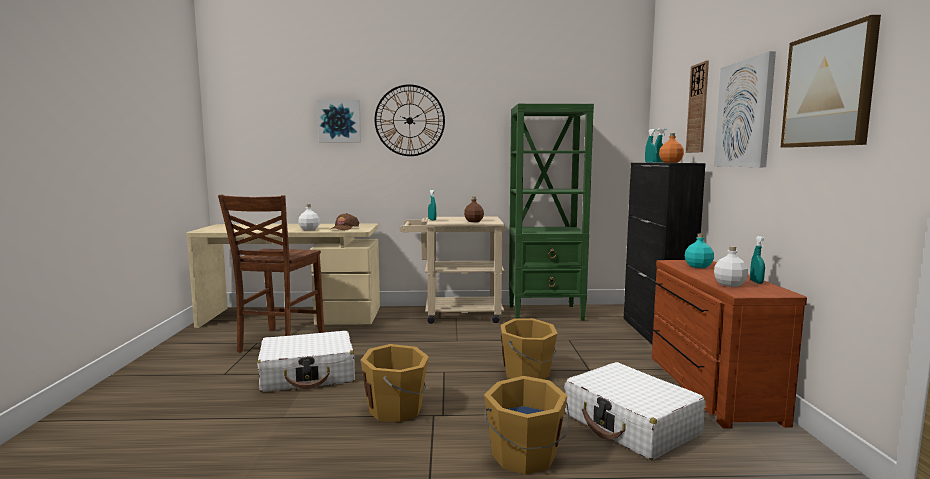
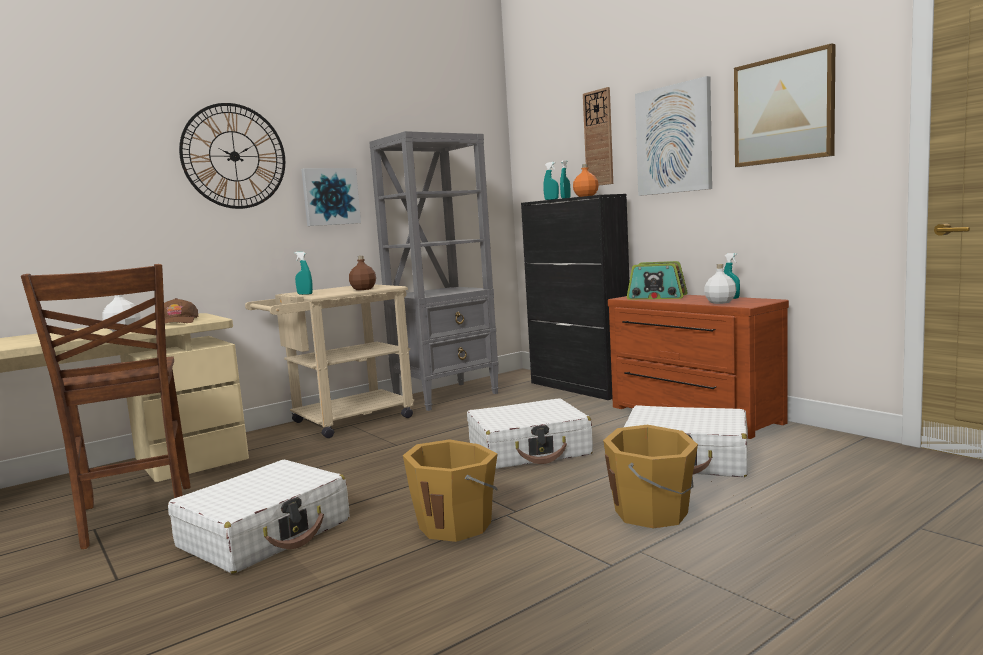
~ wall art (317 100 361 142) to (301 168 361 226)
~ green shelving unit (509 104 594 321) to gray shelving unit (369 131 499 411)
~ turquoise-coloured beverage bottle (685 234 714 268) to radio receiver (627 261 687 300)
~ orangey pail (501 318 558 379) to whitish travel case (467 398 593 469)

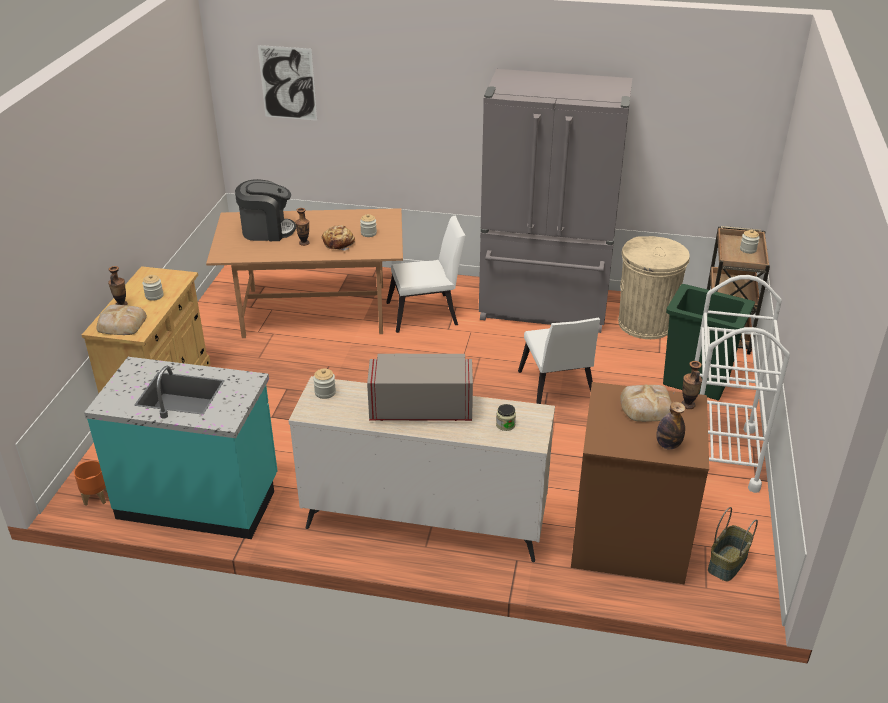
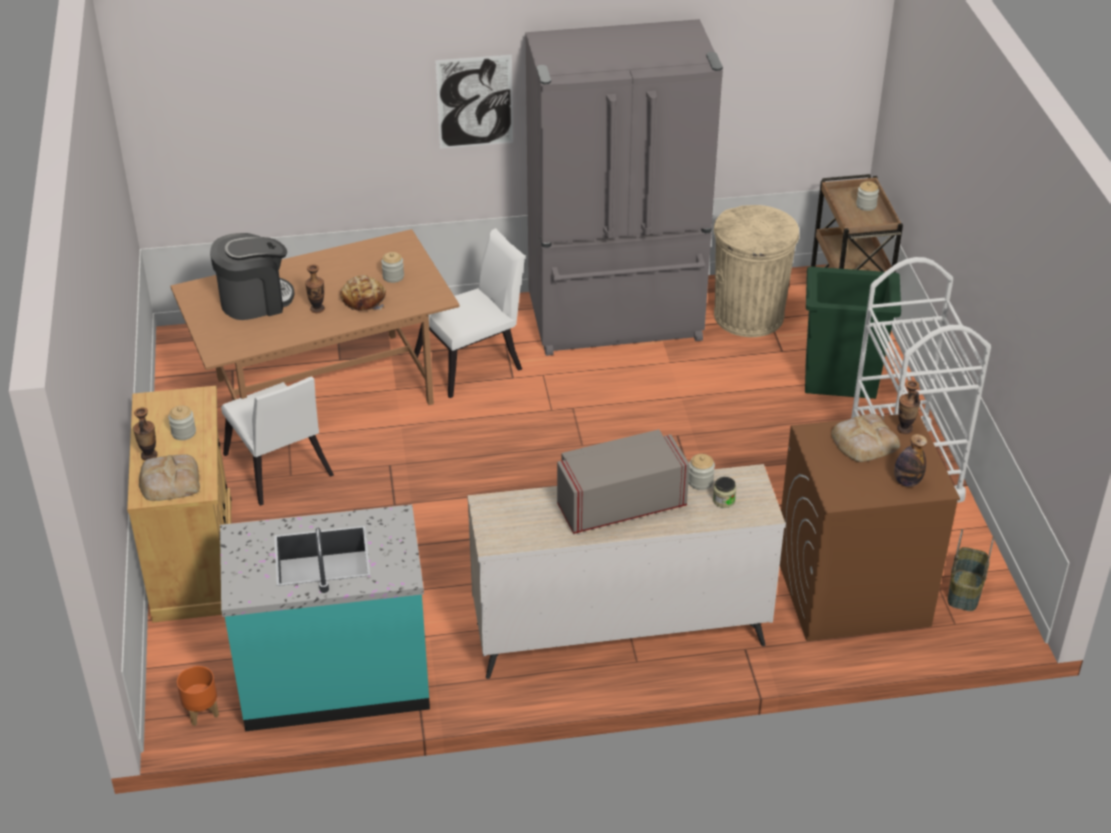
~ wall art (258 45 317 121) to (435 54 513 149)
~ whitish plain chair (518 318 600 404) to (221 377 334 506)
~ storage jar (313 369 336 399) to (688 454 715 490)

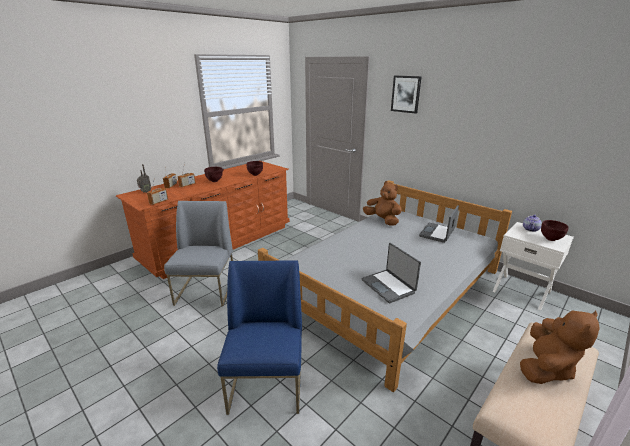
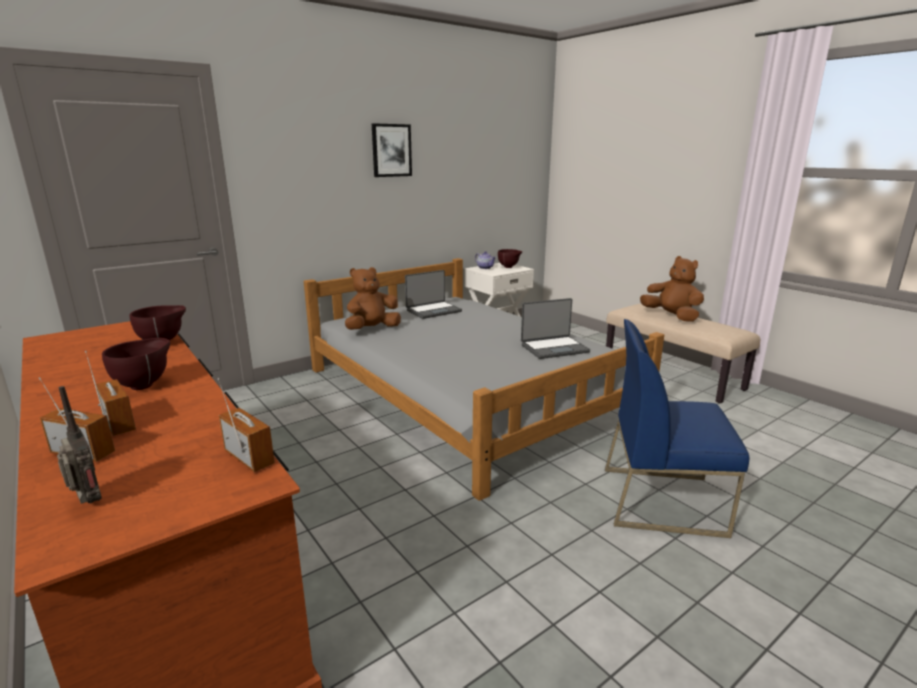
~ wall art (391 76 422 114) to (372 123 412 177)
- gray plain chair (164 201 233 306)
~ portable computer (419 205 459 243) = (405 270 462 319) 75 degrees counterclockwise

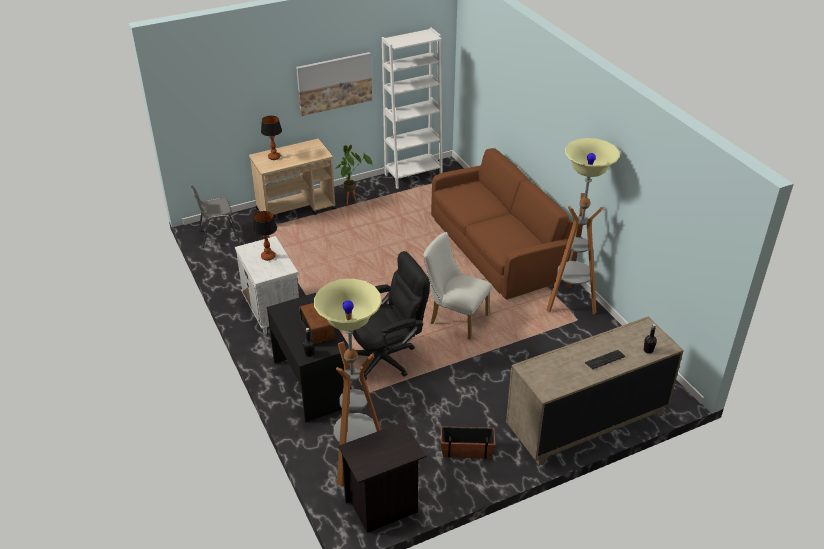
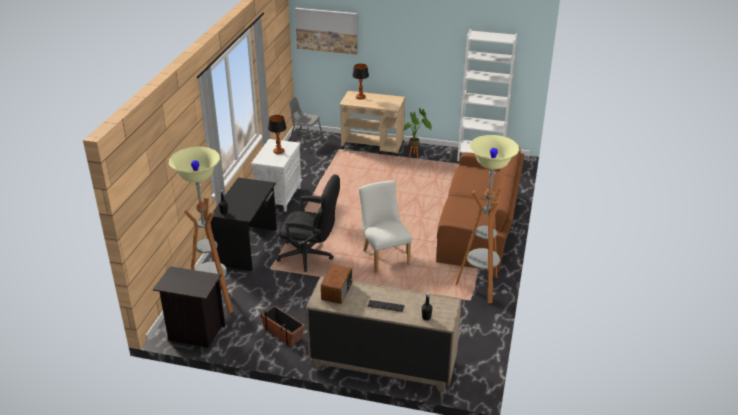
~ wall art (296 52 372 116) to (295 8 357 55)
~ radio receiver (299 303 335 345) to (321 264 353 304)

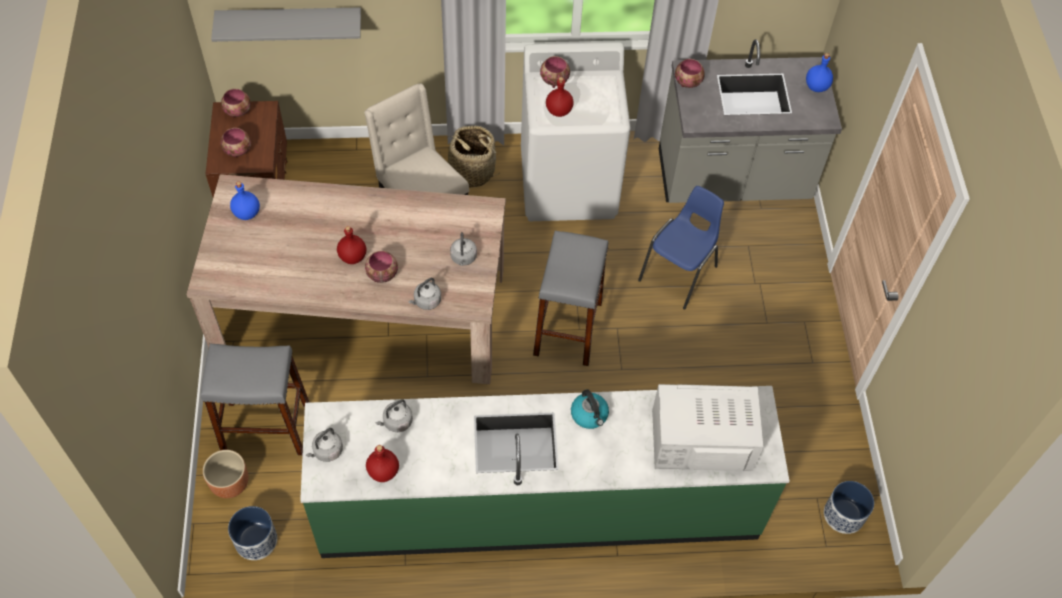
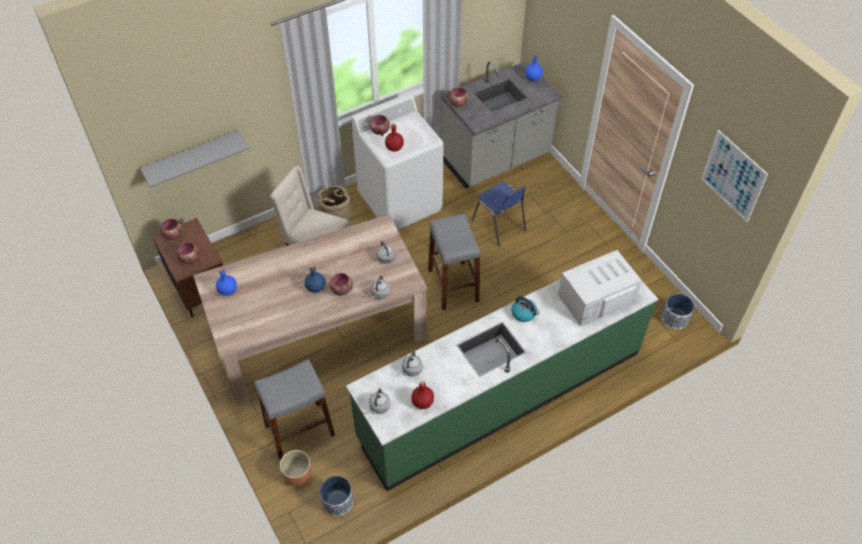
~ blue plain chair (638 186 724 310) = (472 182 526 246) 135 degrees clockwise
~ red-coloured beverage bottle (337 226 366 264) to blue beverage bottle (305 265 325 293)
+ wall art (701 130 768 222)

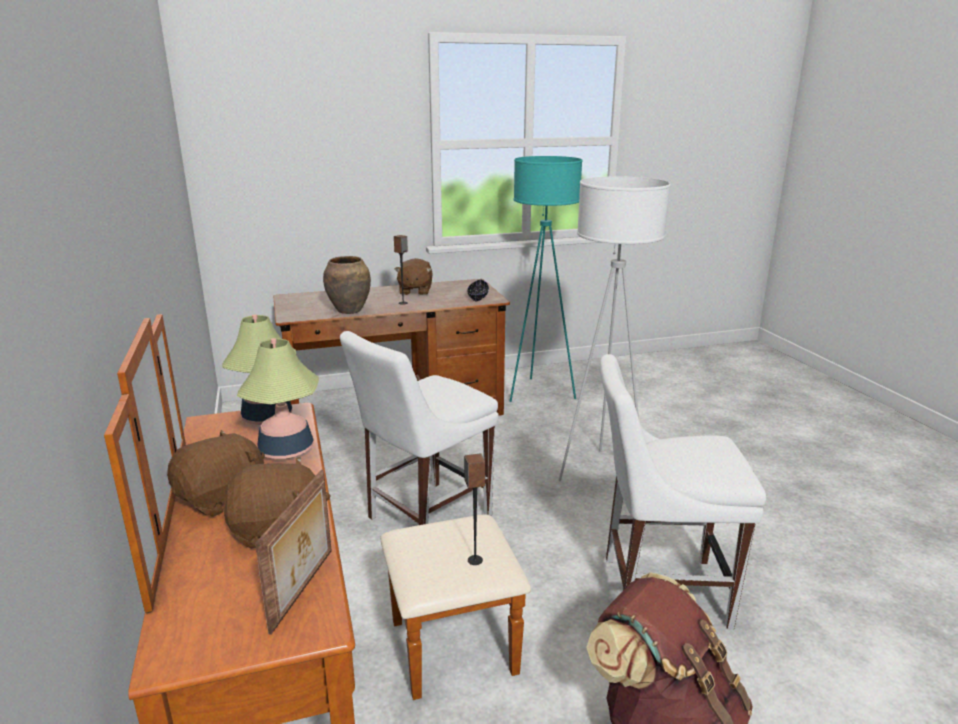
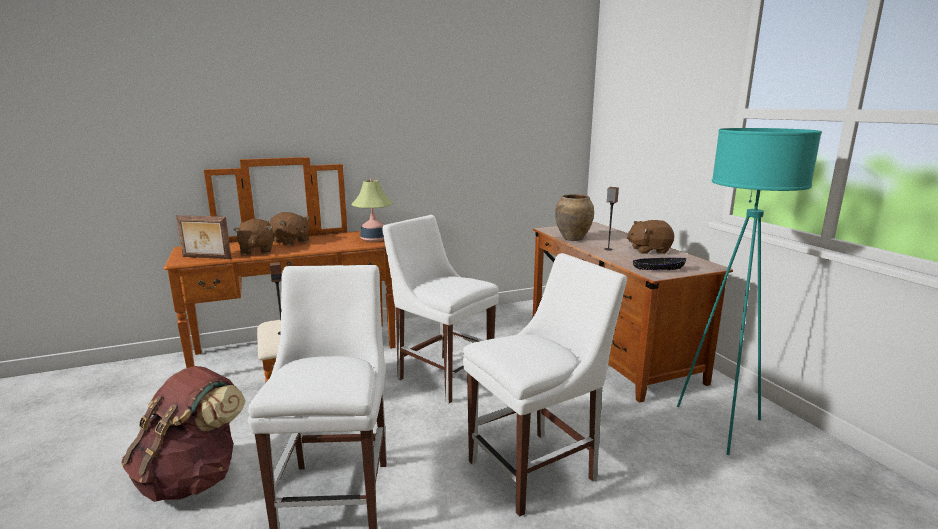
~ whitish floor lamp (558 177 671 481) to whitish plain chair (463 253 627 517)
- lamp for a table (237 338 319 459)

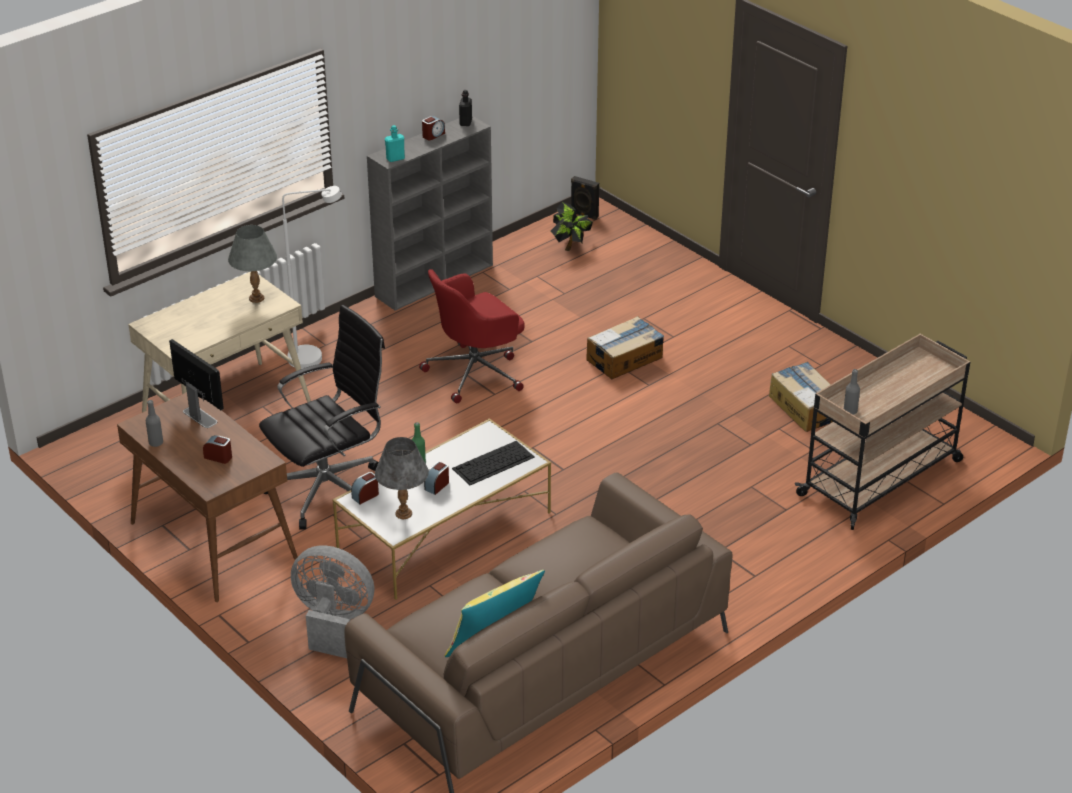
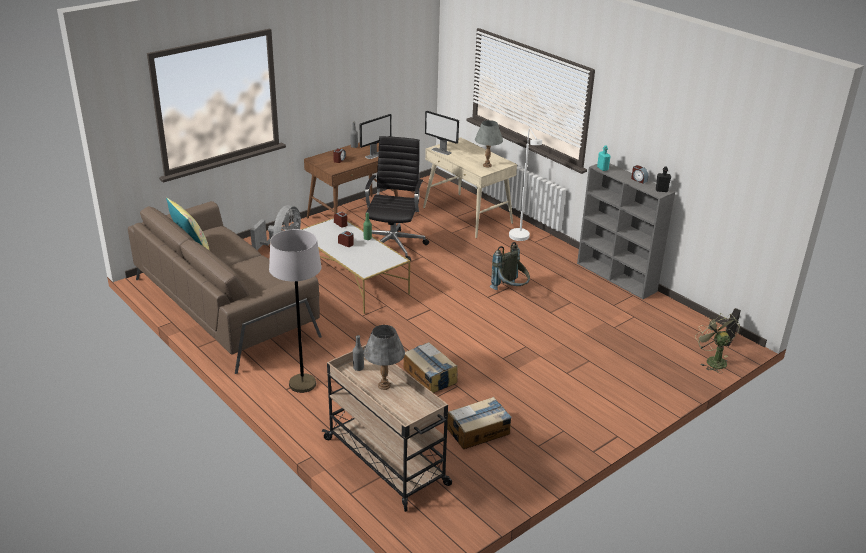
- houseplant (551 202 593 251)
~ red-coloured desk chair (419 269 525 403) to gray knapsack (490 242 530 290)
~ black desk chair (259 305 385 530) = (365 136 429 262) 135 degrees counterclockwise
~ packing box (586 316 664 379) to (404 342 457 393)
~ gray lamp for a table (375 437 429 519) to (363 325 405 390)
- computer keyboard (452 441 535 485)
+ computer display (425 111 459 155)
+ gray floor lamp (269 229 321 393)
+ green cooling fan (695 313 740 372)

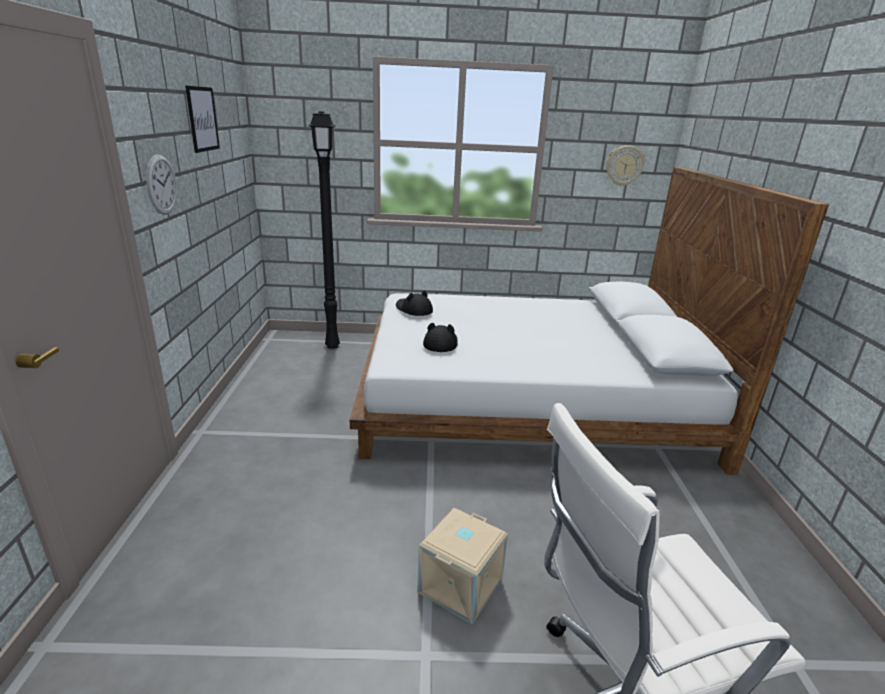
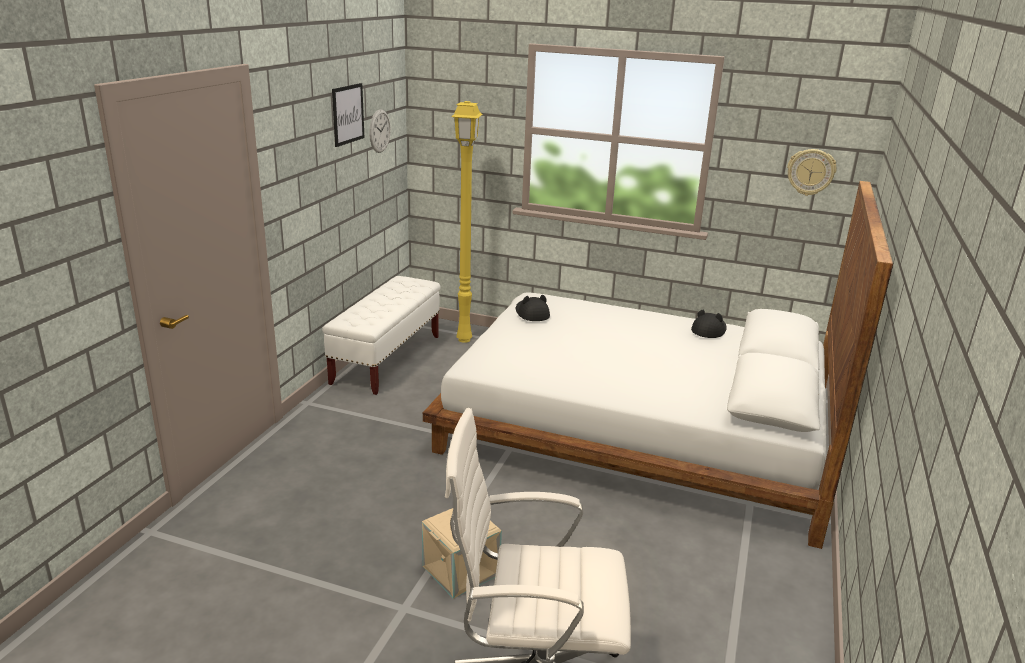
~ black floor lamp (308 111 340 349) to yellow-coloured floor lamp (451 101 483 343)
~ clock on the wall (146 154 177 215) to (369 109 391 153)
~ black clothing hat (423 323 458 352) to (691 310 727 338)
+ whitish bench (322 276 440 395)

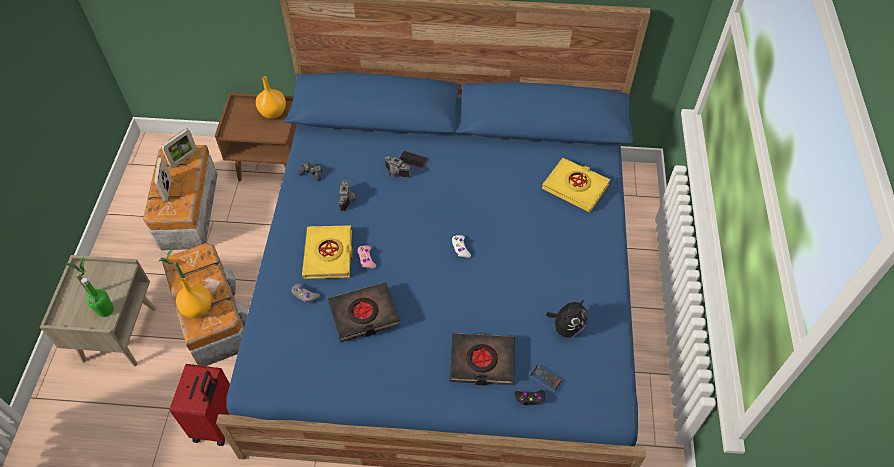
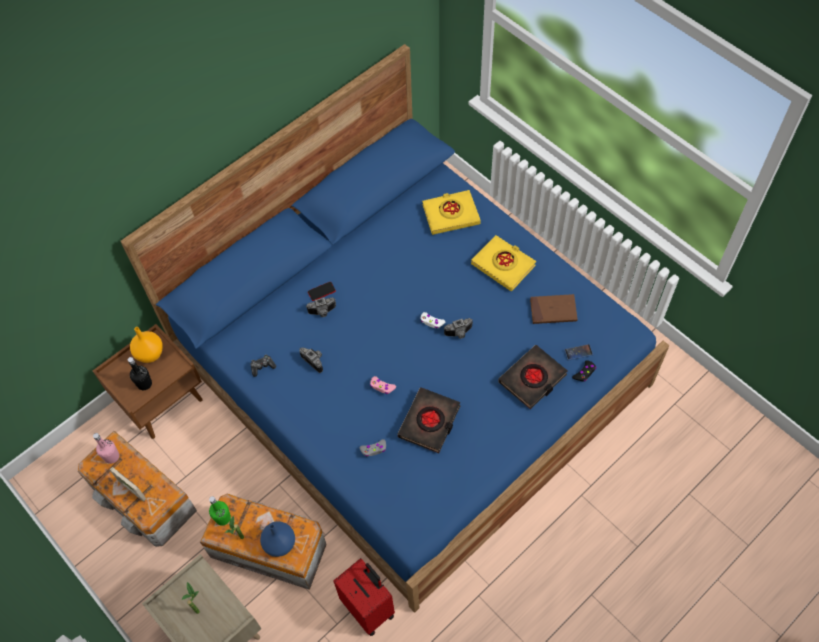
~ picture frame (161 128 197 168) to pink beverage bottle (93 433 119 464)
~ yellow-coloured bound book (302 225 352 279) to (471 235 536 291)
~ green beverage bottle (81 278 114 317) to (209 496 231 526)
~ orangey vase (176 278 212 318) to blue vase (260 521 295 557)
~ soft toy (546 299 587 338) to brown-coloured bound book (530 294 578 324)
+ photo camera (444 318 473 339)
+ black beverage bottle (128 357 152 390)

